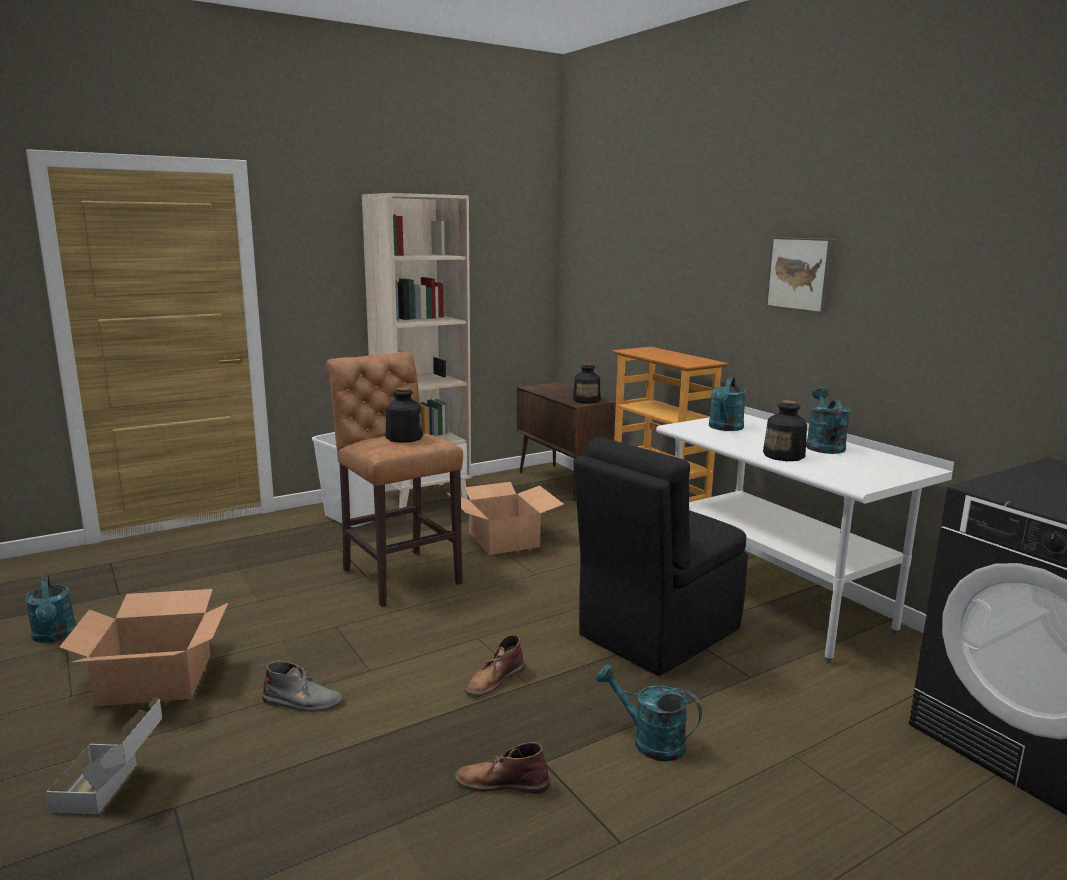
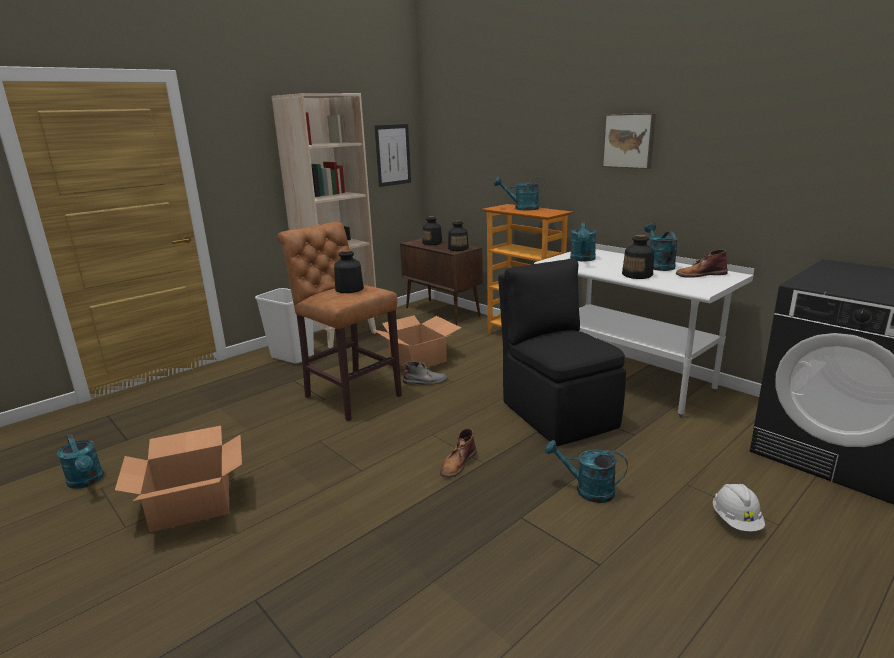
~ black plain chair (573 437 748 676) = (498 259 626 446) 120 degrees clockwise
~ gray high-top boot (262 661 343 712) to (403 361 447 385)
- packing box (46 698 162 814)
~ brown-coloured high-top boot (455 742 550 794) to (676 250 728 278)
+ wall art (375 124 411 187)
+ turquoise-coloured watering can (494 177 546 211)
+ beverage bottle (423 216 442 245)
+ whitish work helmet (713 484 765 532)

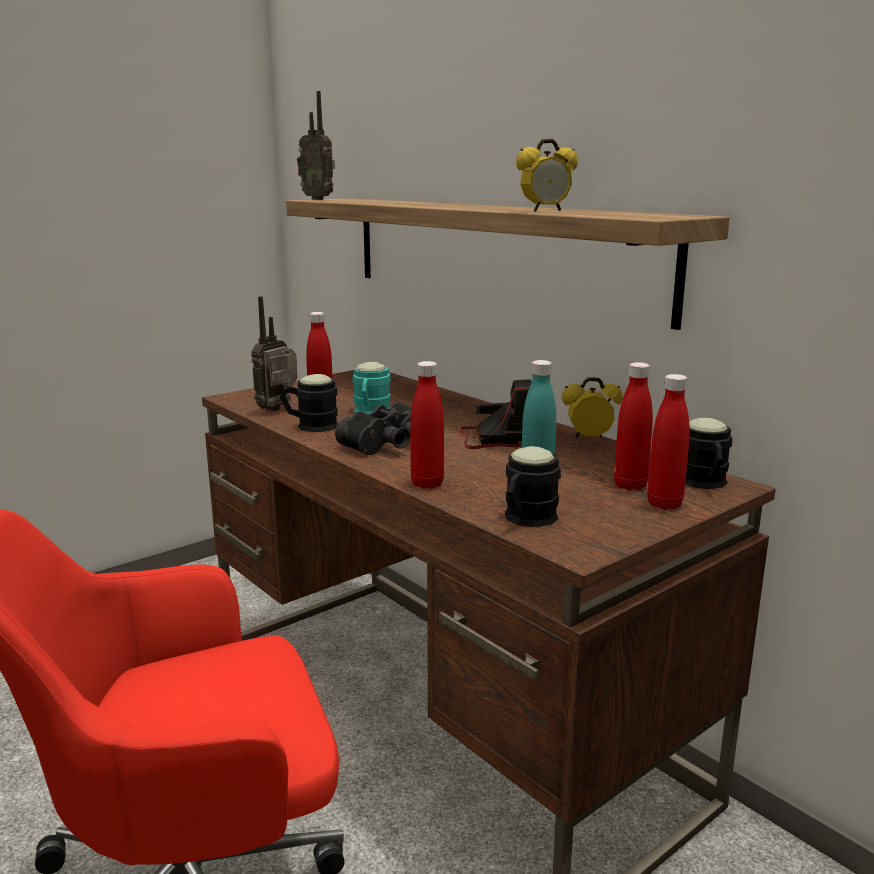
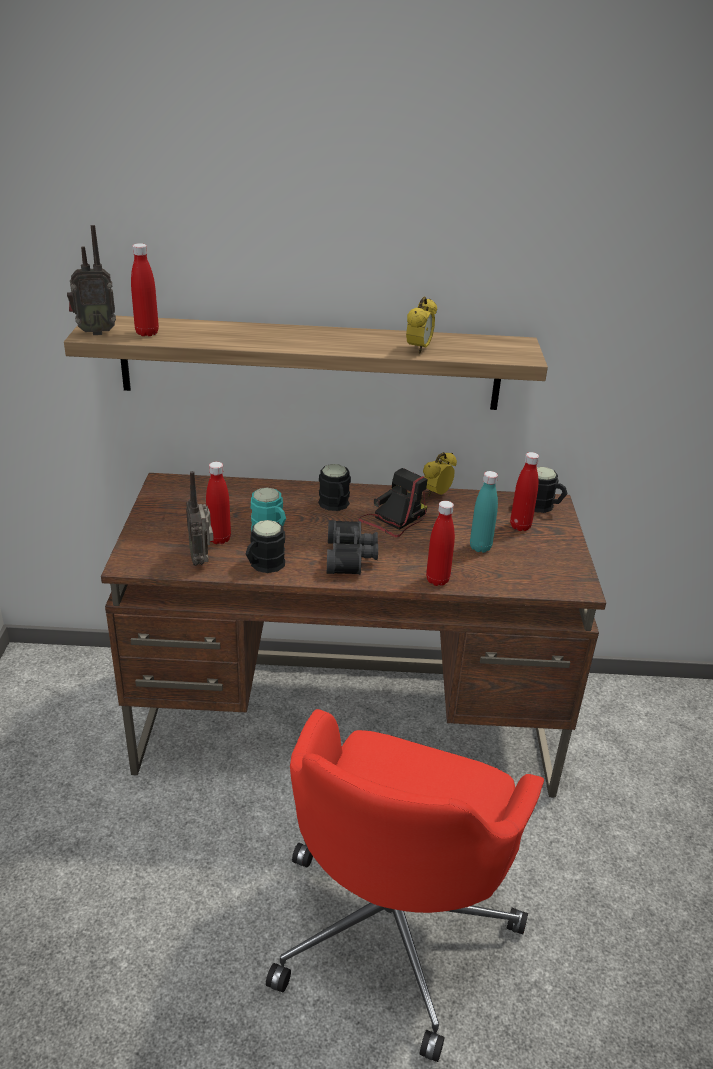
~ red-coloured beverage bottle (647 374 690 510) to (131 243 159 336)
~ black mug (504 446 561 527) to (318 464 351 511)

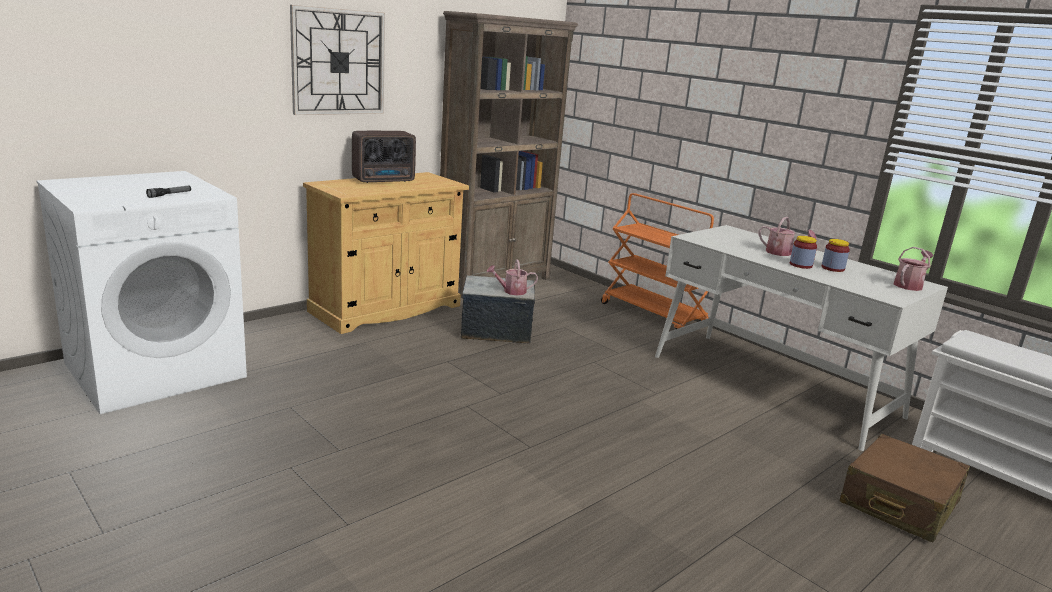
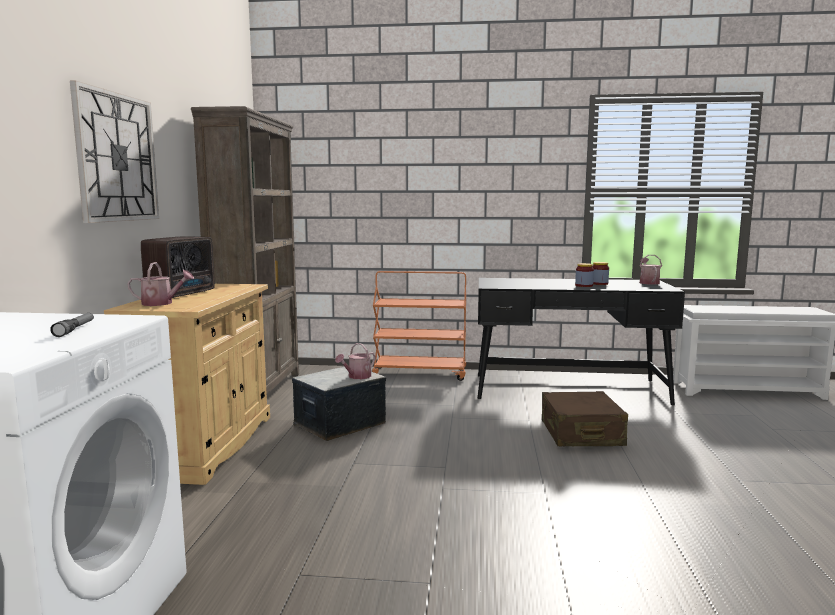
~ watering can (758 217 817 256) to (127 262 194 306)
~ whitish desk table (655 225 948 451) to black desk table (478 278 685 405)
~ brown-coloured travel case (840 434 970 543) to (542 391 628 446)

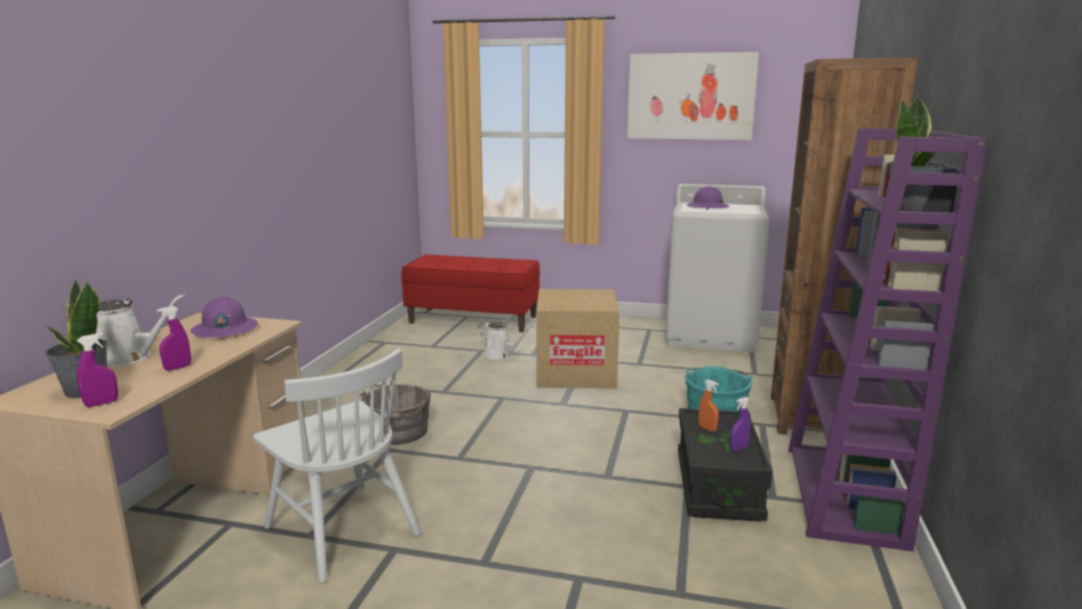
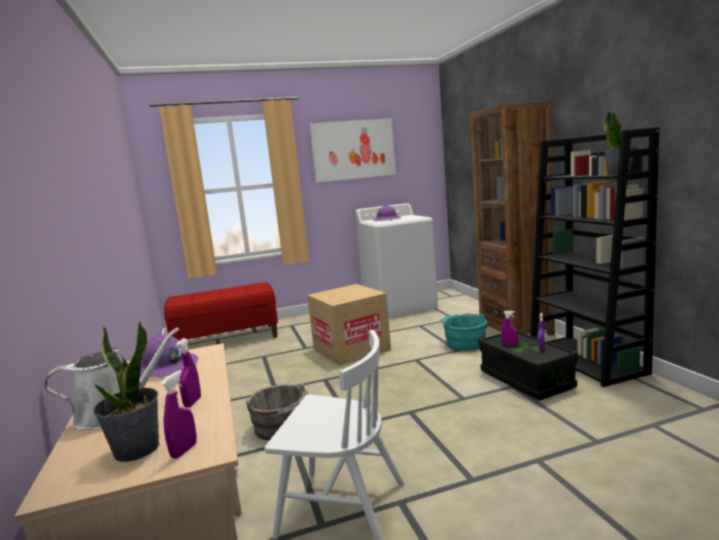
~ purplish shelving unit (788 128 987 551) to black shelving unit (530 127 659 387)
- whitish watering can (477 322 533 360)
~ orangey hand sprayer (699 379 719 432) to purplish hand sprayer (501 311 518 345)

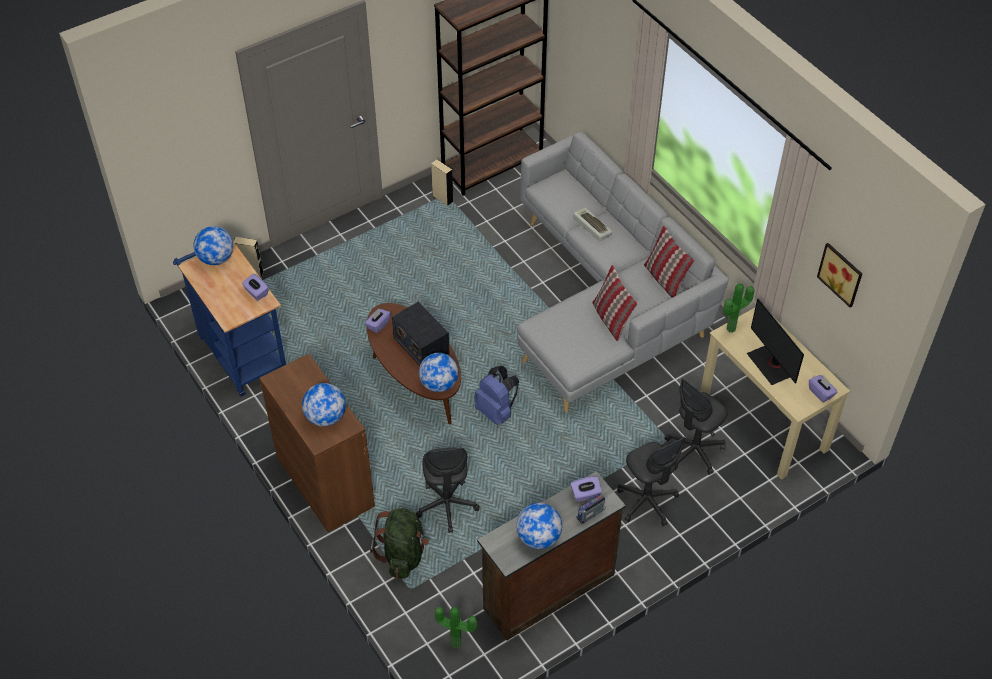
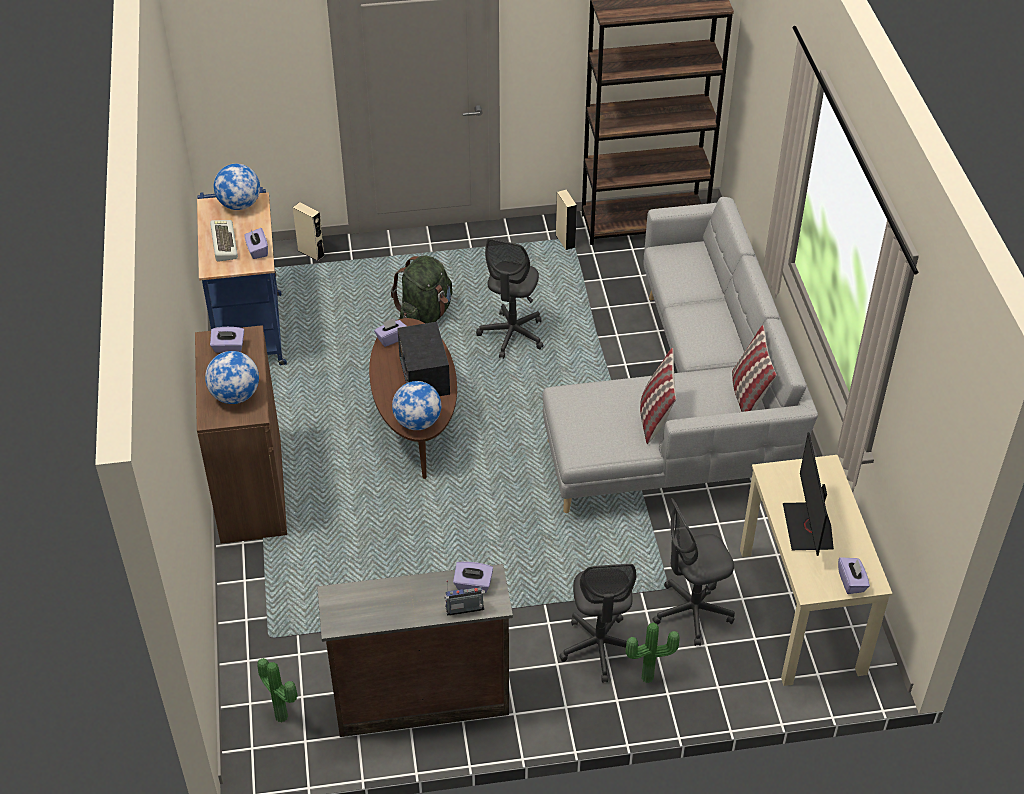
~ computer keyboard (573 208 612 241) to (210 220 238 262)
- wall art (817 243 862 308)
~ houseplant (723 283 754 333) to (626 622 680 683)
- blue knapsack (474 366 519 425)
~ gray desk chair (416 447 480 533) to (476 239 543 359)
- world globe (516 503 562 549)
~ green knapsack (370 508 429 578) to (391 255 452 323)
+ purplish tissue holder (210 327 244 353)

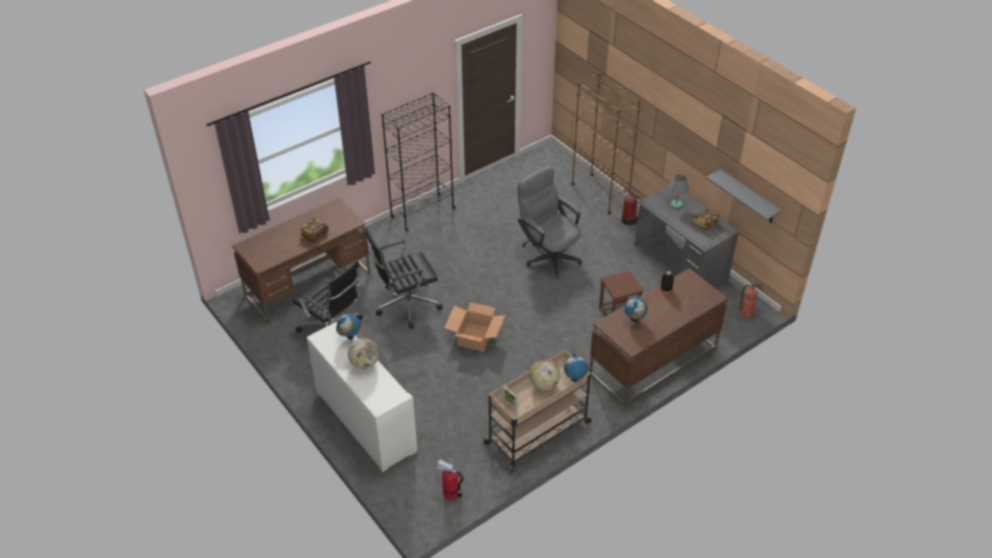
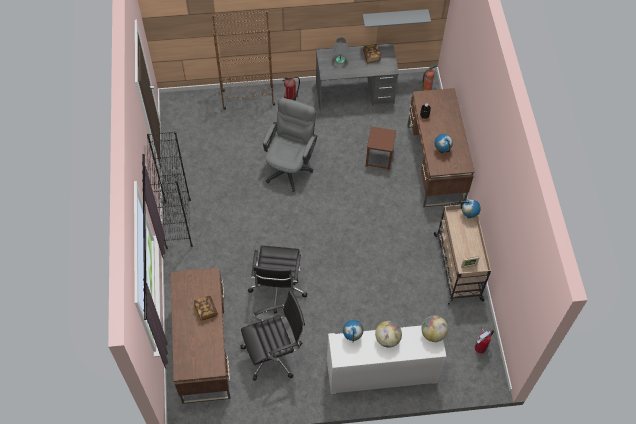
~ gray desk chair (517 166 582 279) = (263 97 317 192) 120 degrees clockwise
- packing box (444 302 505 351)
~ world globe (529 359 560 390) to (421 316 448 342)

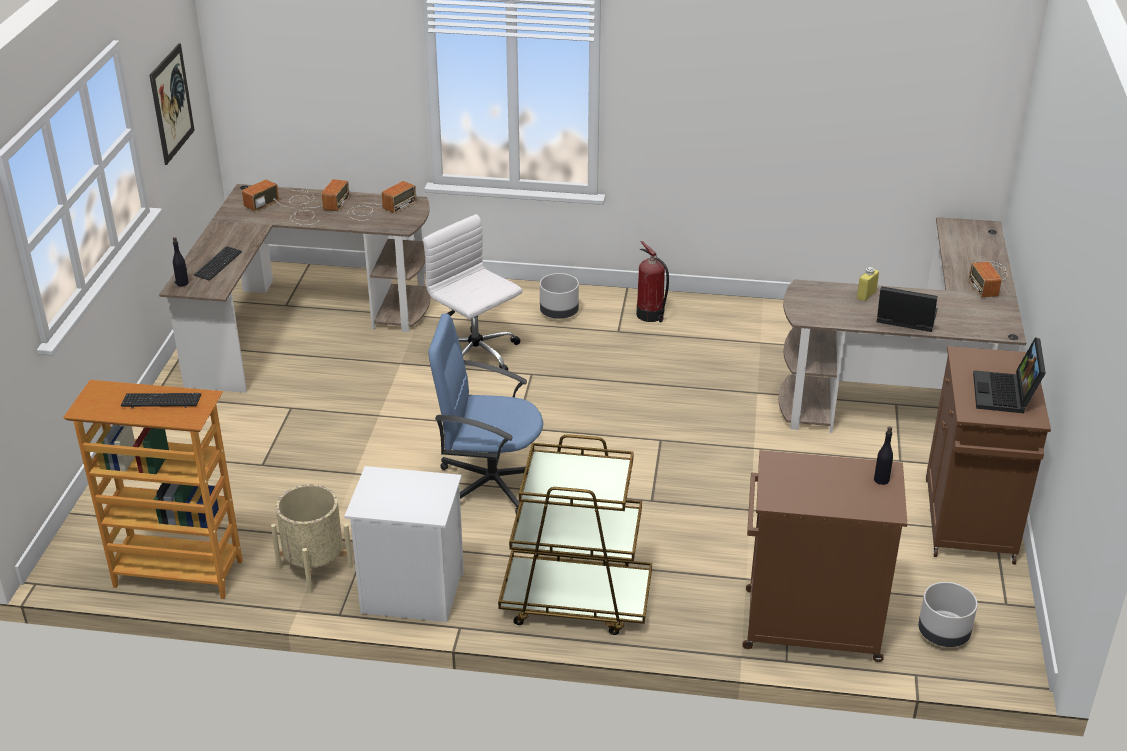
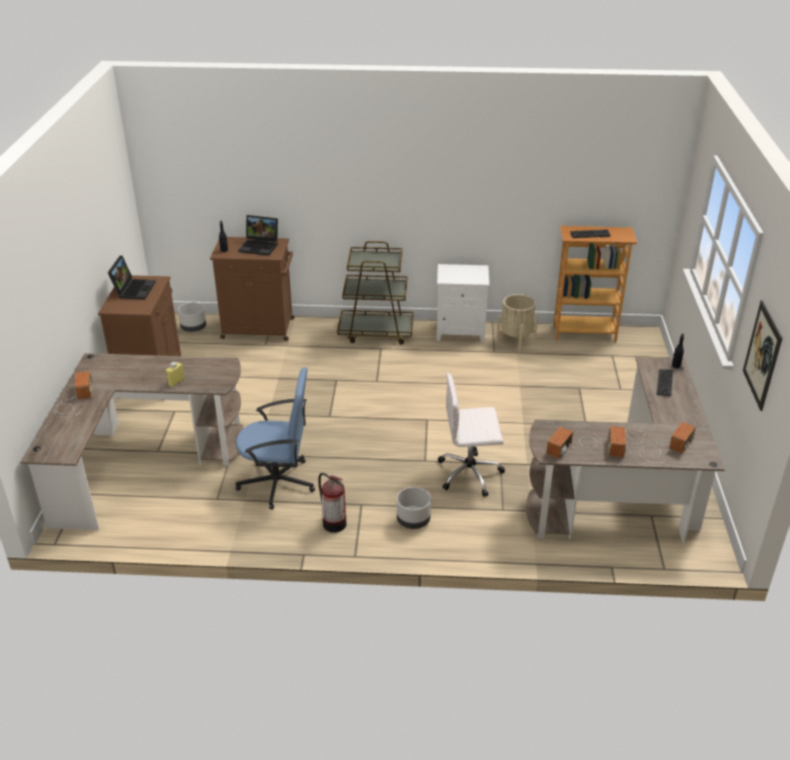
~ whitish desk chair (423 214 522 371) = (438 373 505 497) 135 degrees clockwise
~ portable computer (877 286 938 332) to (238 215 278 256)
~ blue desk chair (429 313 543 514) to (236 367 315 510)

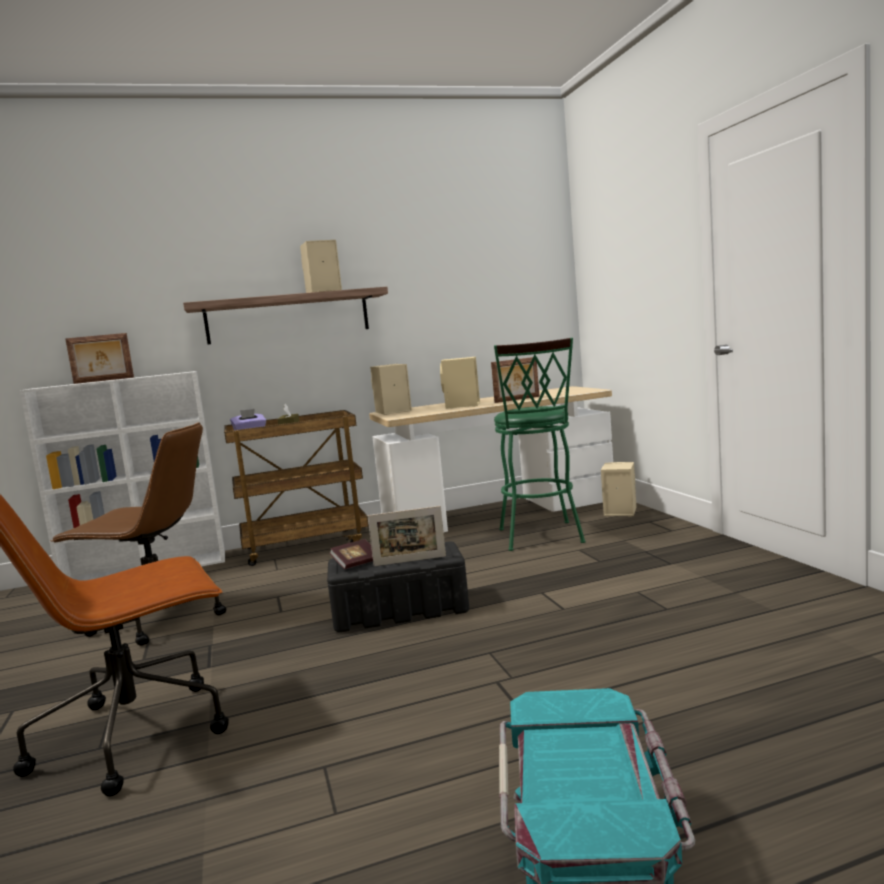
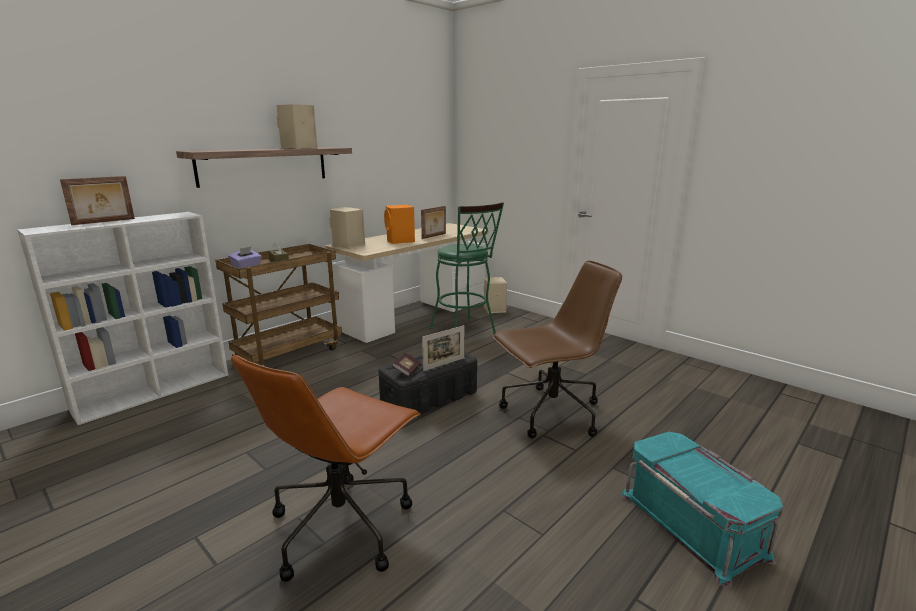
~ beige loudspeaker (440 357 480 409) to orangey loudspeaker (384 205 415 244)
~ brown-coloured desk chair (50 422 227 646) to (492 261 622 439)

